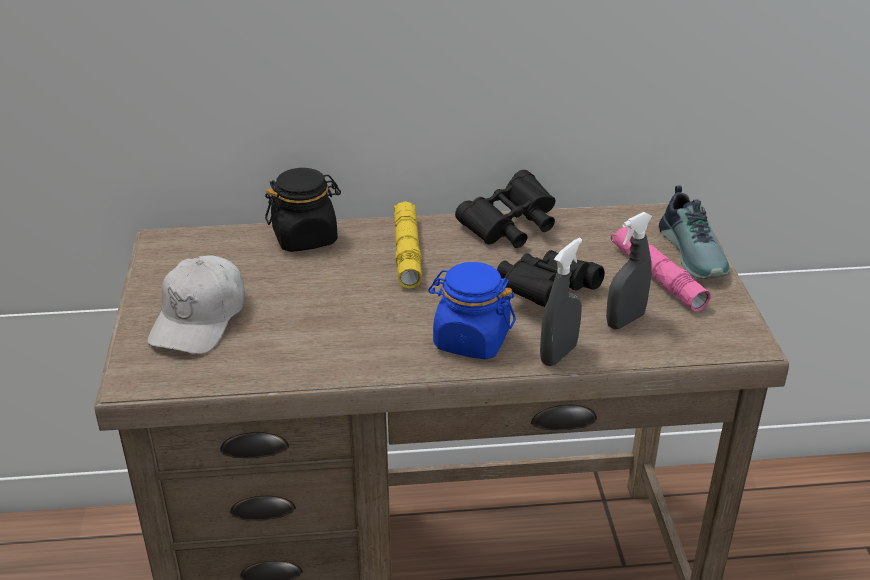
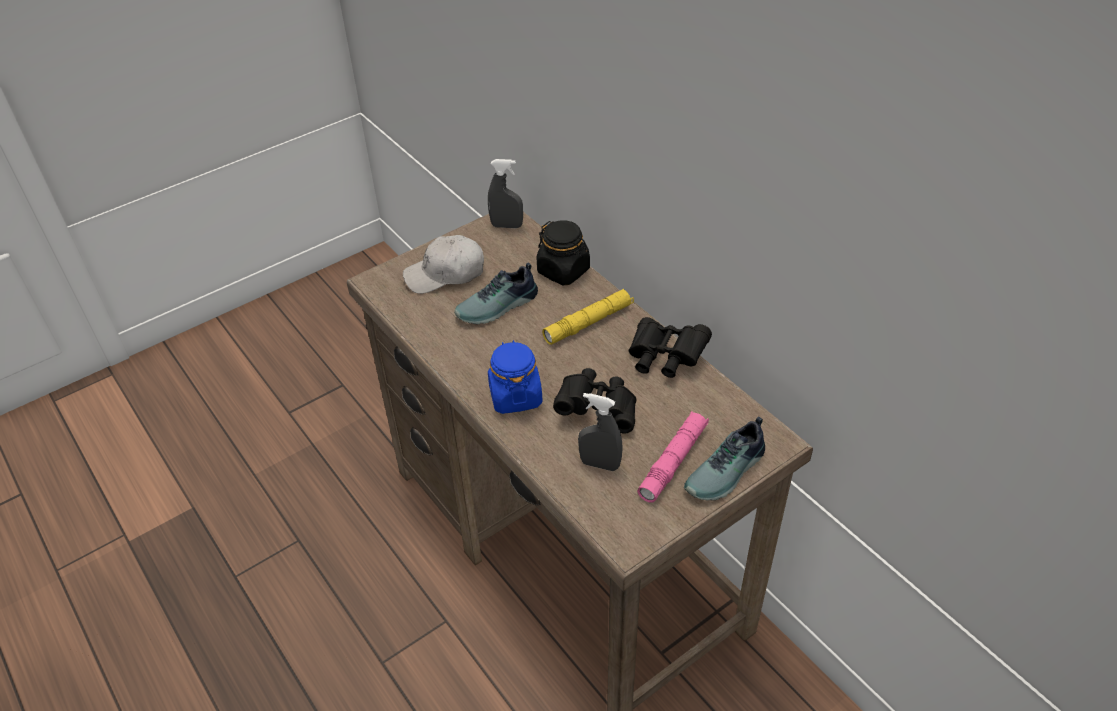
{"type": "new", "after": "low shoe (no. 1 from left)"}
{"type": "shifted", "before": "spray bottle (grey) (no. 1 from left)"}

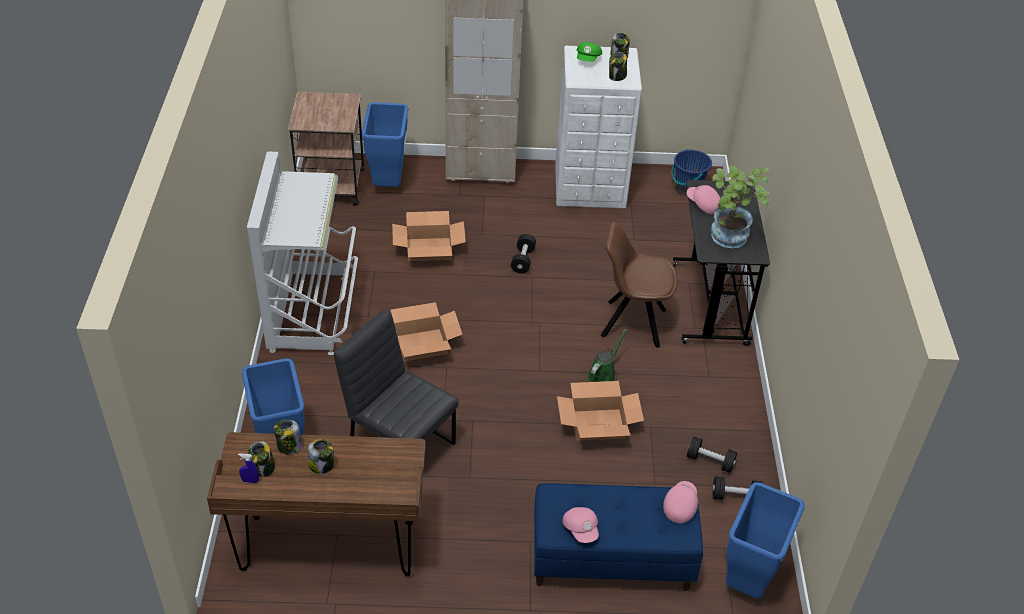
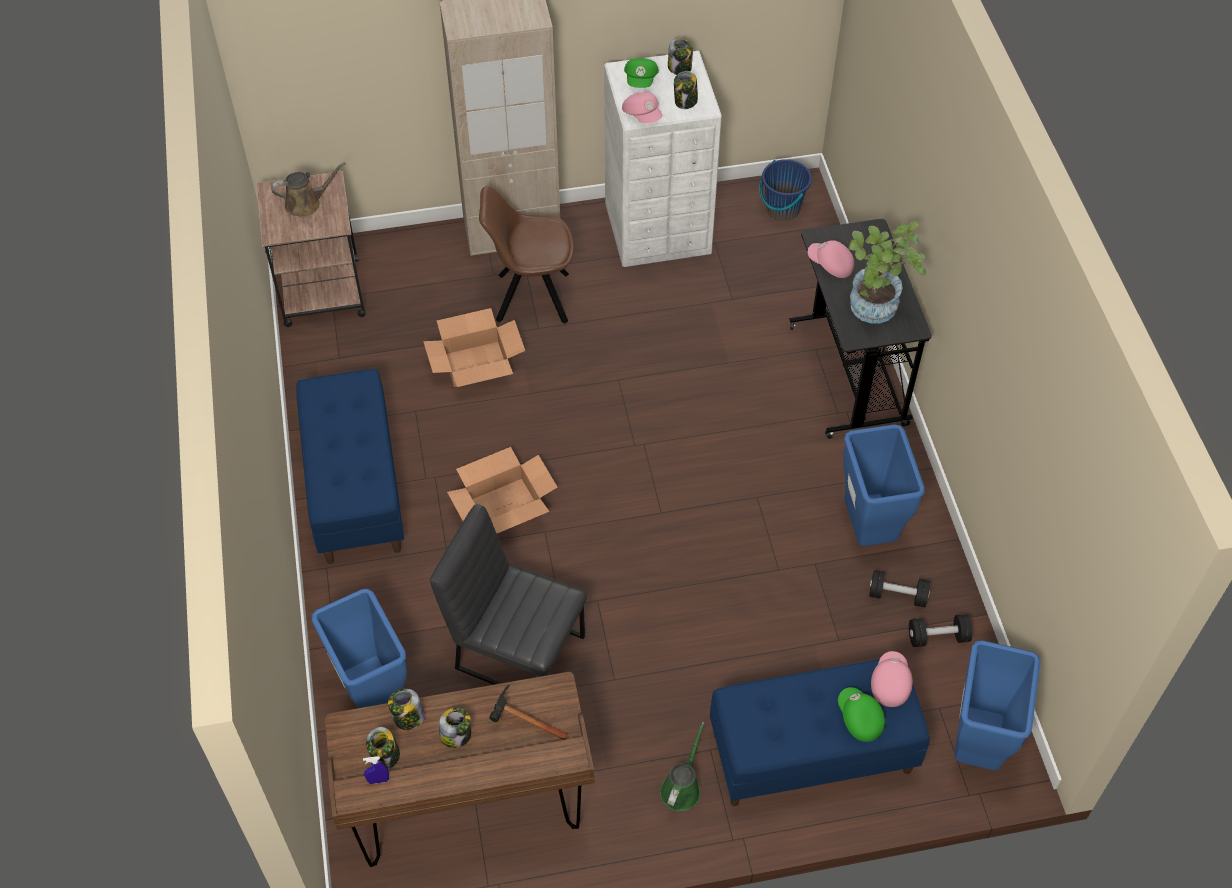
{"type": "new", "after": "watering can (brownish)"}
{"type": "swapped", "before": "shoe shelf (white-coloured)", "after": "bench (blue-coloured) (no. 1 from left)"}
{"type": "shifted", "before": "chair (brownish)"}
{"type": "new", "after": "hammer"}
{"type": "shifted", "before": "baseball cap (pink-coloured) (no. 1 from left)"}
{"type": "shifted", "before": "watering can (green)"}
{"type": "new", "after": "baseball cap (green) (no. 2 from left)"}
{"type": "shifted", "before": "trash can (blue-coloured) (no. 2 from left)"}
{"type": "gone", "before": "hand weight (blackish) (no. 1 from left)"}
{"type": "gone", "before": "cardboard box (no. 3 from left)"}

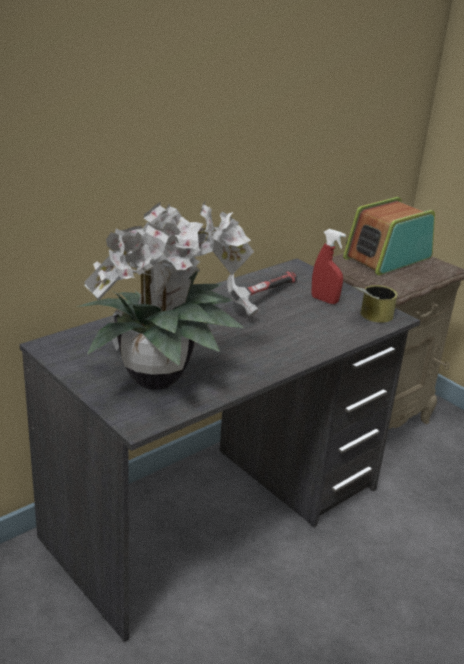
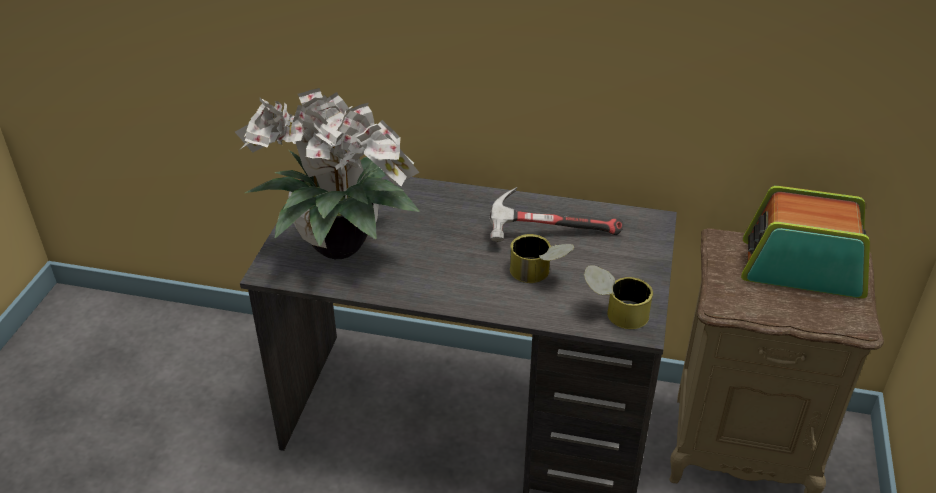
{"type": "new", "after": "metal can (no. 1 from left)"}
{"type": "gone", "before": "spray bottle (reddish)"}

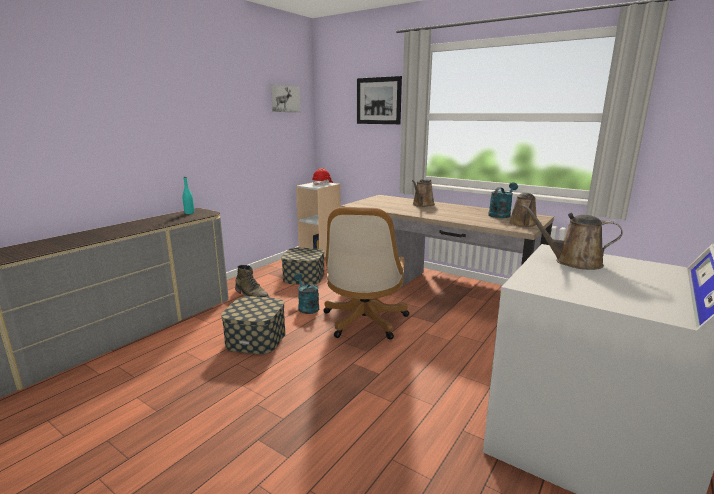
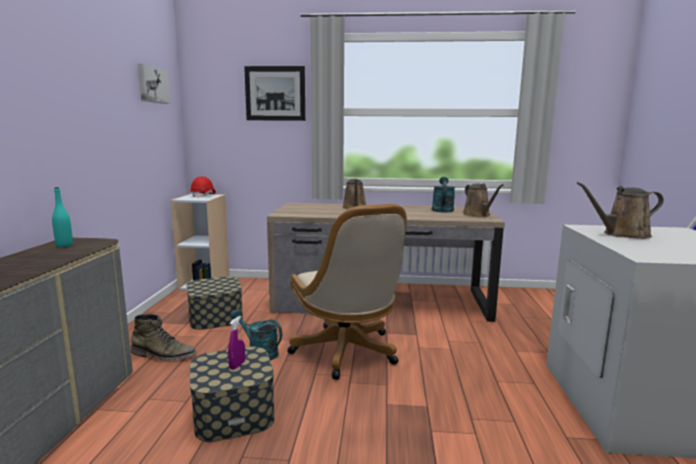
{"type": "new", "after": "spray bottle (purple-coloured)"}

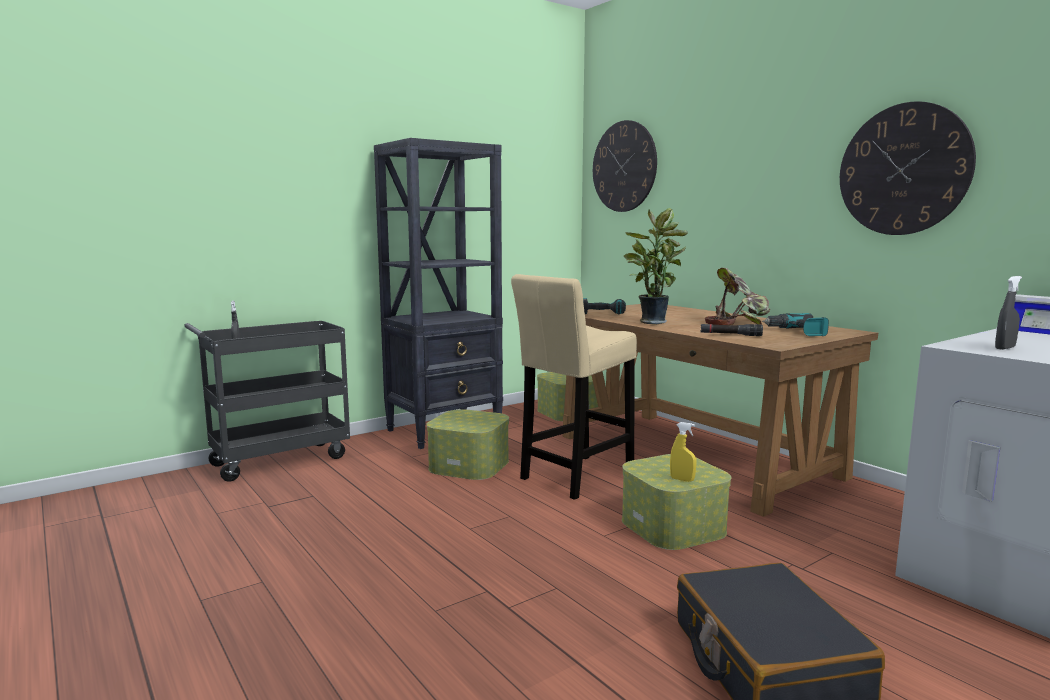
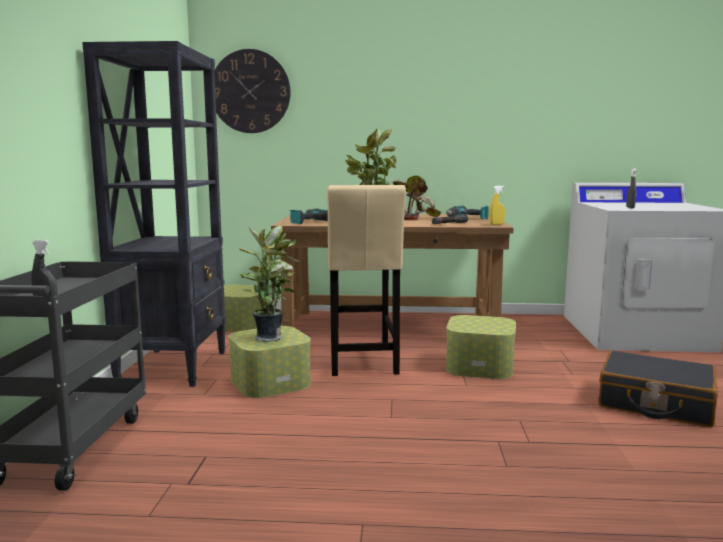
{"type": "new", "after": "plant in a pot (no. 1 from left)"}
{"type": "shifted", "before": "spray bottle (yellow)"}
{"type": "gone", "before": "wall clock (no. 2 from left)"}

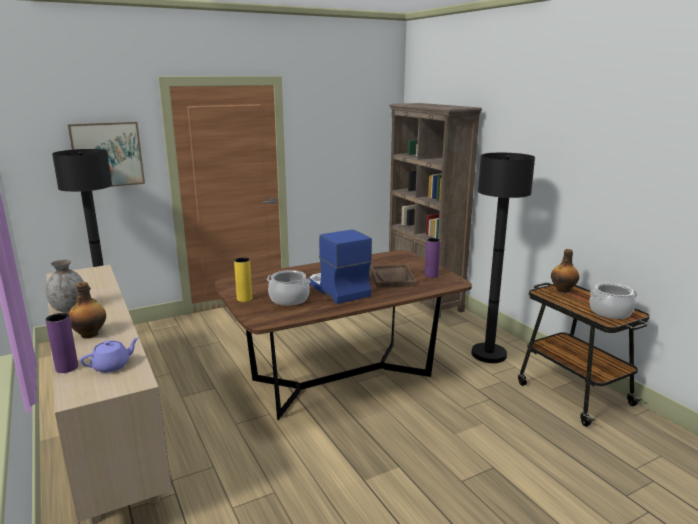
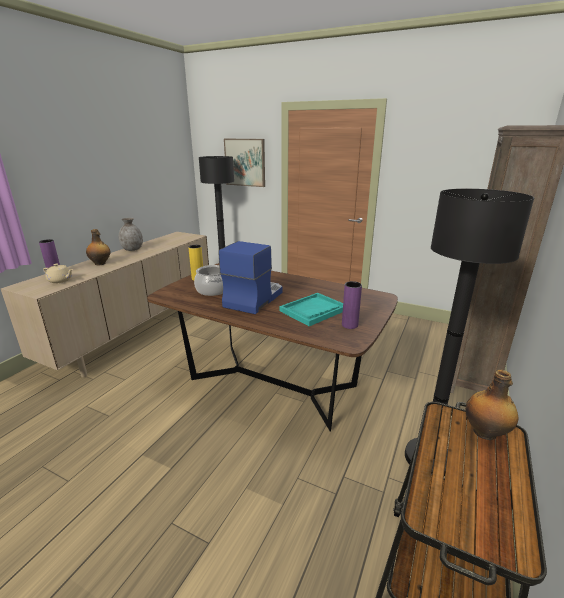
{"type": "repainted", "before": "teapot (purple-coloured)", "after": "teapot (sand-coloured)"}
{"type": "repainted", "before": "serving tray (brownish)", "after": "serving tray (turquoise)"}
{"type": "gone", "before": "saucepot (no. 2 from left)"}

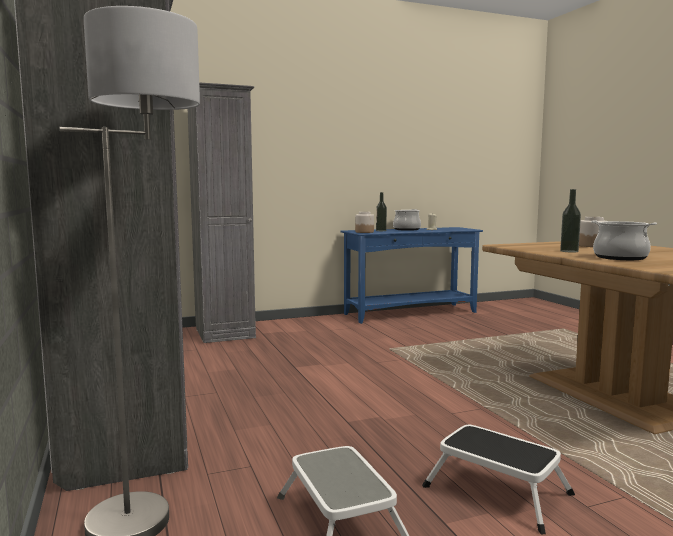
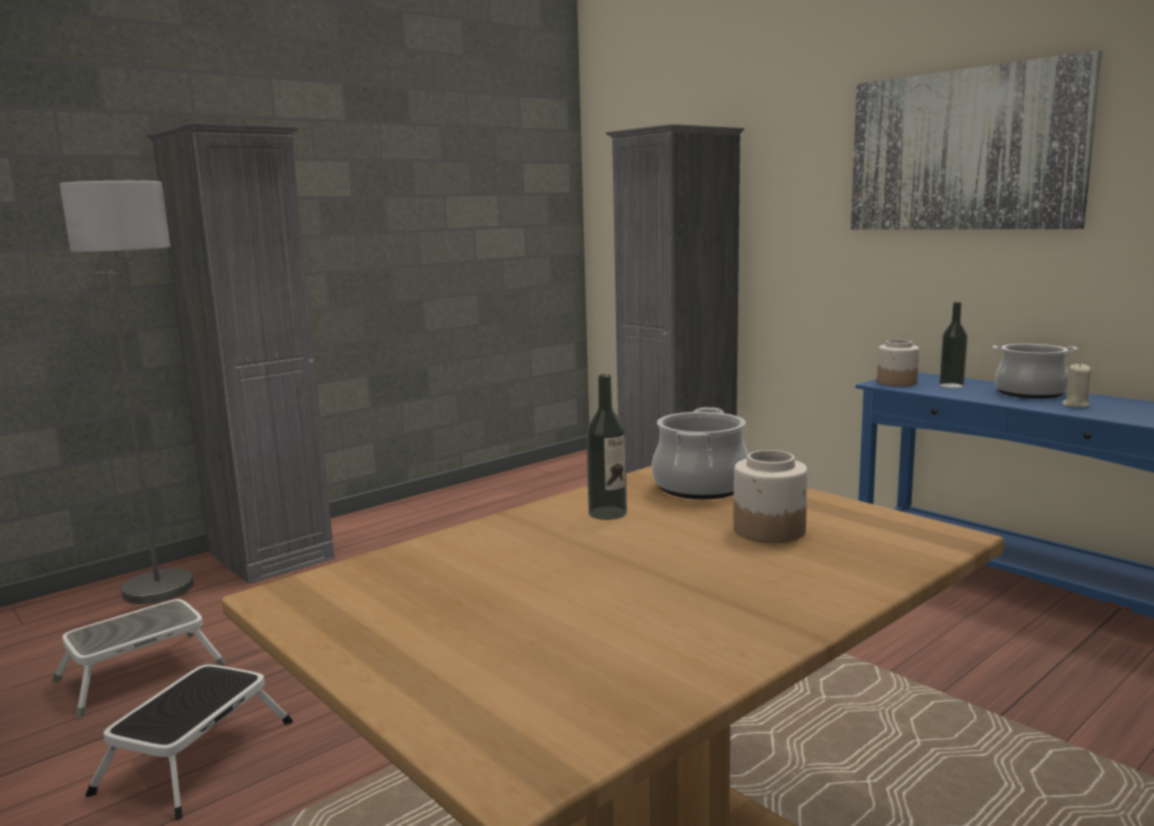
{"type": "shifted", "before": "saucepot (no. 2 from left in the first image)", "after": "saucepot (no. 1 from left)"}
{"type": "new", "after": "wall picture"}

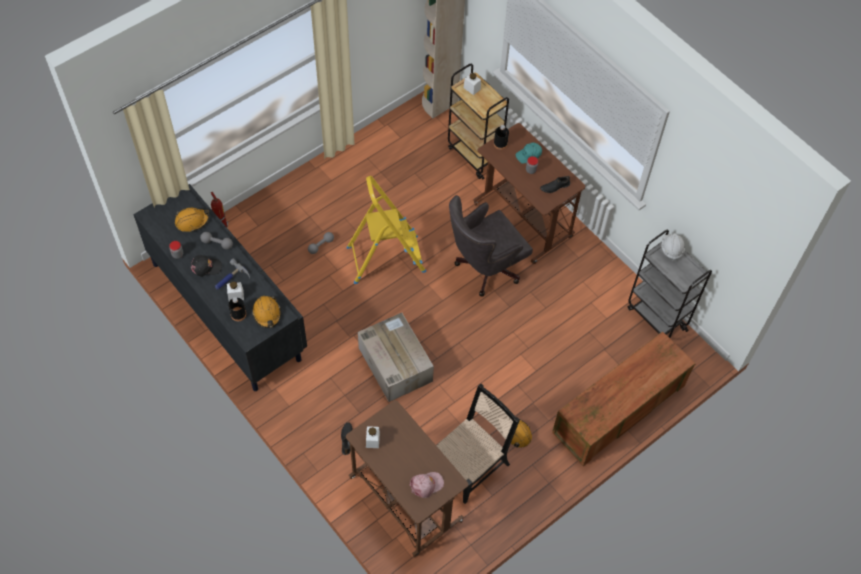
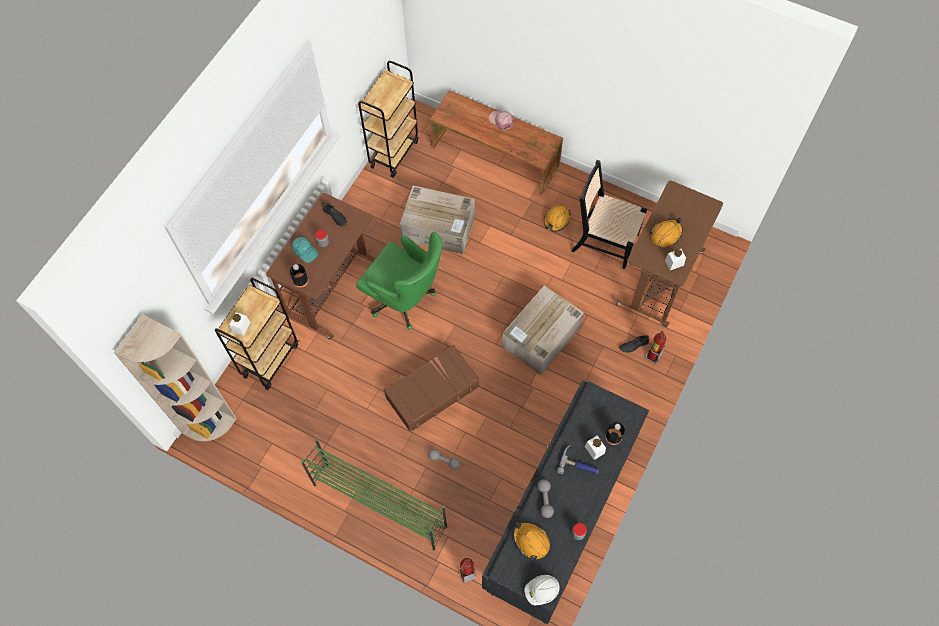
{"type": "new", "after": "shoe shelf (green)"}
{"type": "repainted", "before": "computer chair (grey)", "after": "computer chair (green)"}
{"type": "repainted", "before": "cart (grey)", "after": "cart (brownish) (no. 2 from left)"}
{"type": "swapped", "before": "stepladder (yellow)", "after": "piece of luggage (brownish)"}
{"type": "new", "after": "cardboard box (no. 1 from left)"}
{"type": "shifted", "before": "baseball cap (pink-coloured)"}
{"type": "shifted", "before": "work helmet (white-coloured)"}
{"type": "new", "after": "extinguisher (no. 2 from left)"}
{"type": "shifted", "before": "work helmet (orange) (no. 2 from left in the first image)", "after": "work helmet (orange) (no. 3 from left)"}
{"type": "gone", "before": "baseball cap (blackish)"}

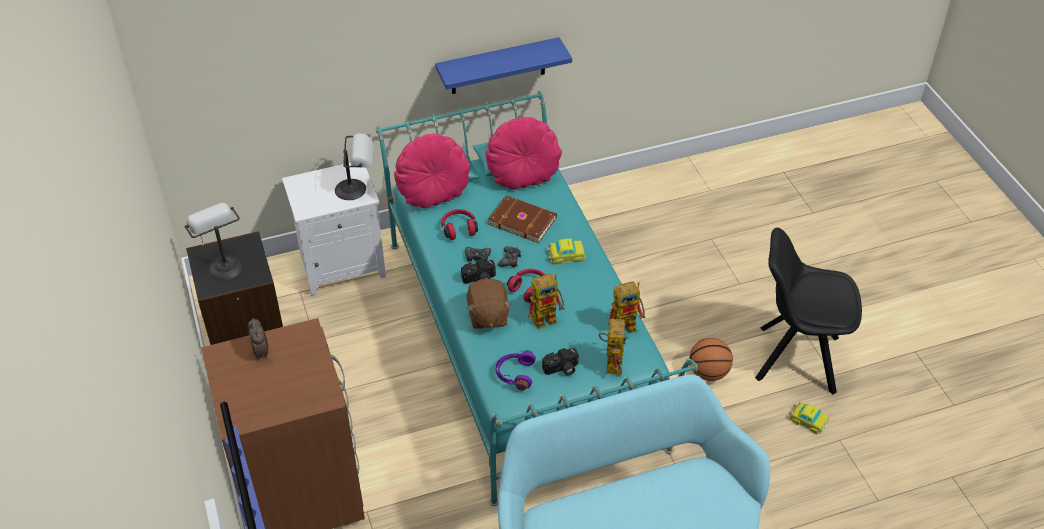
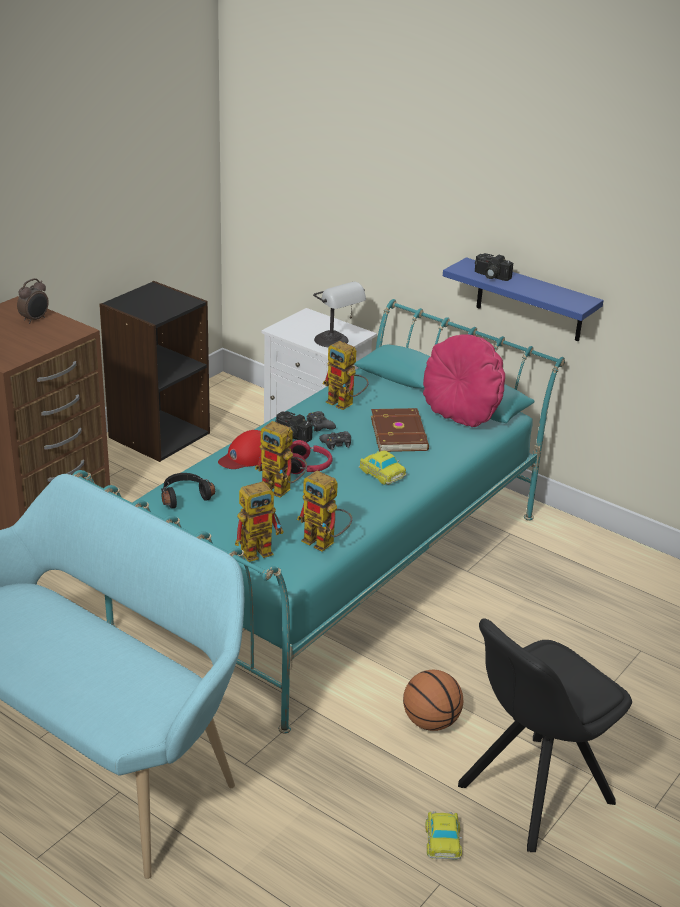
{"type": "repainted", "before": "pair of headphones (purple-coloured)", "after": "pair of headphones (blackish)"}
{"type": "swapped", "before": "cuddly toy (brownish)", "after": "baseball cap (reddish)"}
{"type": "swapped", "before": "pair of headphones (reddish) (no. 1 from left)", "after": "robot figure (no. 4 from left)"}
{"type": "rotated", "before": "chair (blackish)", "turn": -105}
{"type": "shifted", "before": "photo camera (no. 2 from left)"}
{"type": "gone", "before": "table lamp (no. 1 from left)"}
{"type": "gone", "before": "throw pillow (pink-coloured) (no. 1 from left)"}

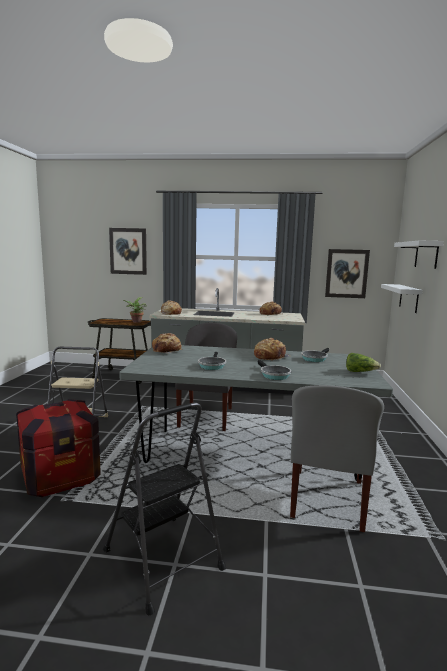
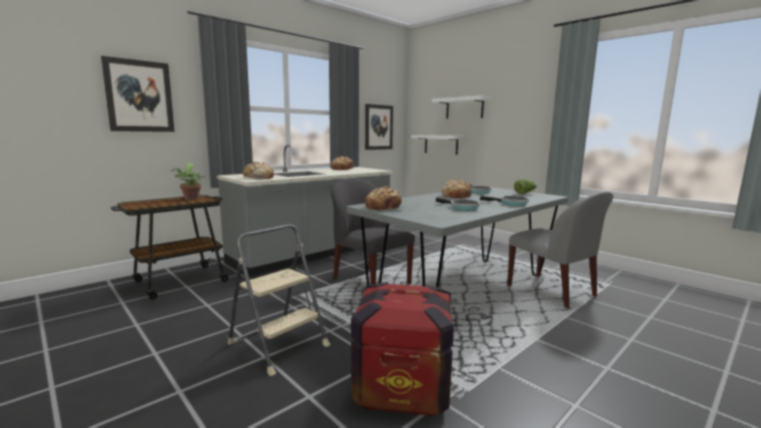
{"type": "gone", "before": "stepladder (blackish)"}

